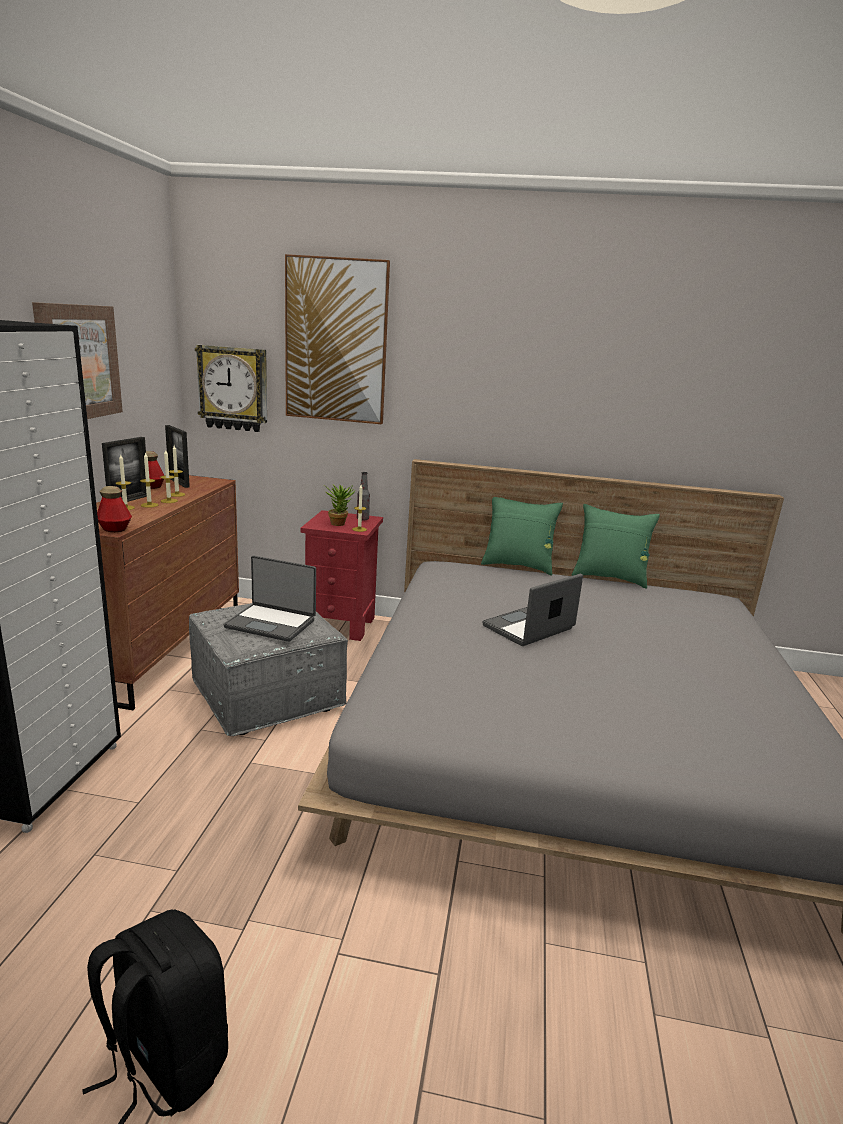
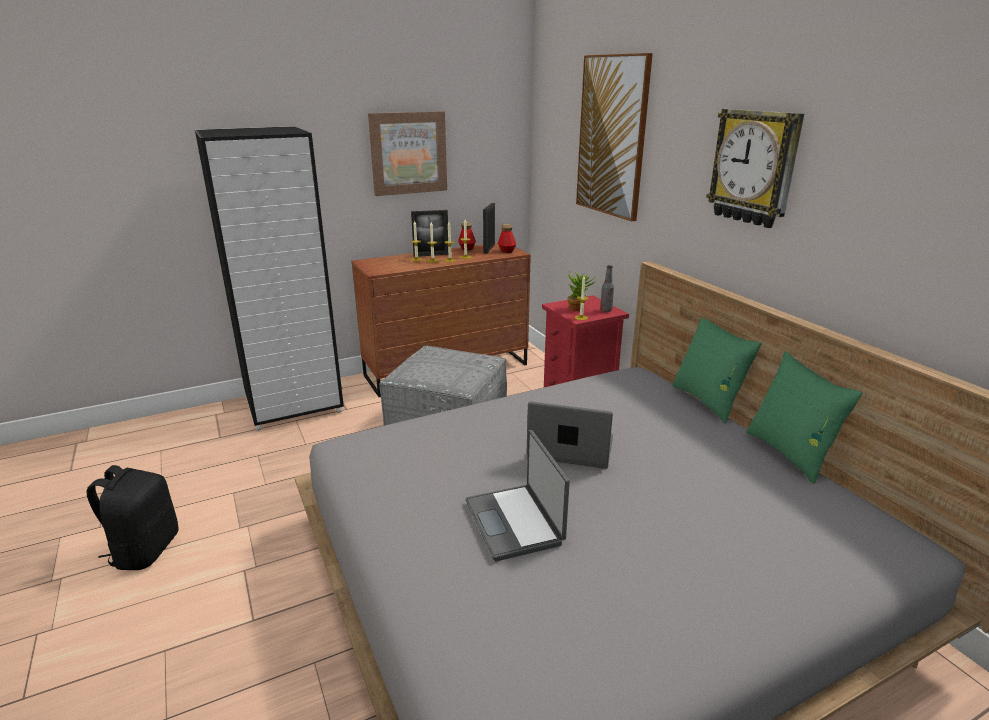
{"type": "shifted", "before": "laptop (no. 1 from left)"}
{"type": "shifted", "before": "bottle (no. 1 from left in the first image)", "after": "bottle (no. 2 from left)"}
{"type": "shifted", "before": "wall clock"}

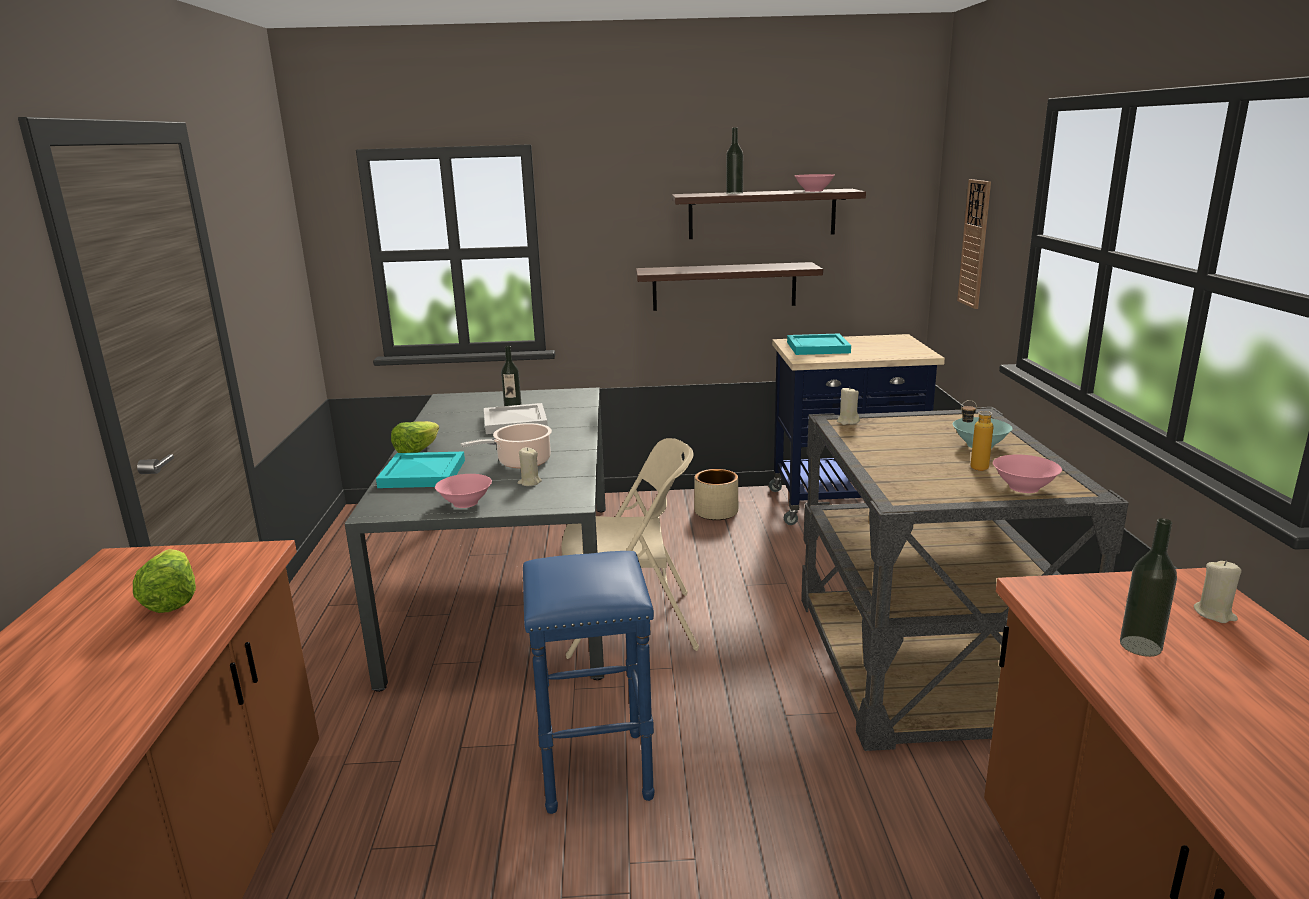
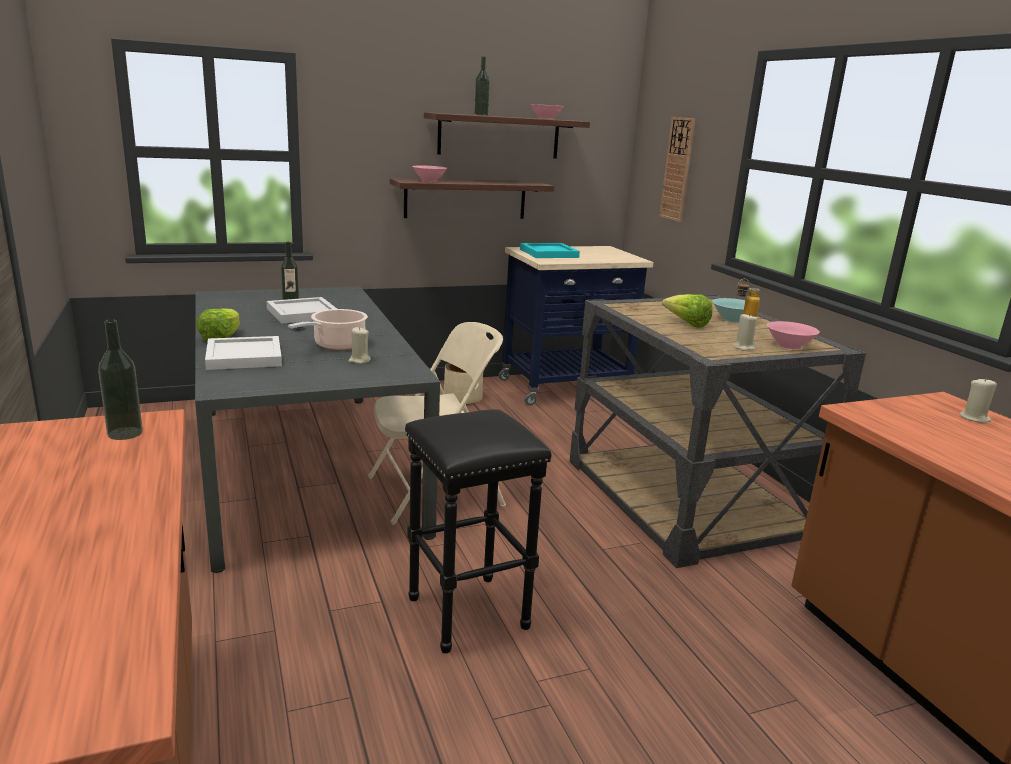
{"type": "shifted", "before": "bottle (no. 4 from left in the first image)", "after": "bottle (no. 1 from left)"}
{"type": "repainted", "before": "serving tray (turquoise) (no. 1 from left)", "after": "serving tray (white-coloured) (no. 1 from left)"}
{"type": "repainted", "before": "sitting stool (blue-coloured)", "after": "sitting stool (blackish)"}
{"type": "shifted", "before": "deep dish (pink-coloured) (no. 1 from left)"}
{"type": "shifted", "before": "lettuce head (no. 1 from left in the first image)", "after": "lettuce head (no. 2 from left)"}
{"type": "shifted", "before": "wax light (sand-coloured) (no. 2 from left)"}

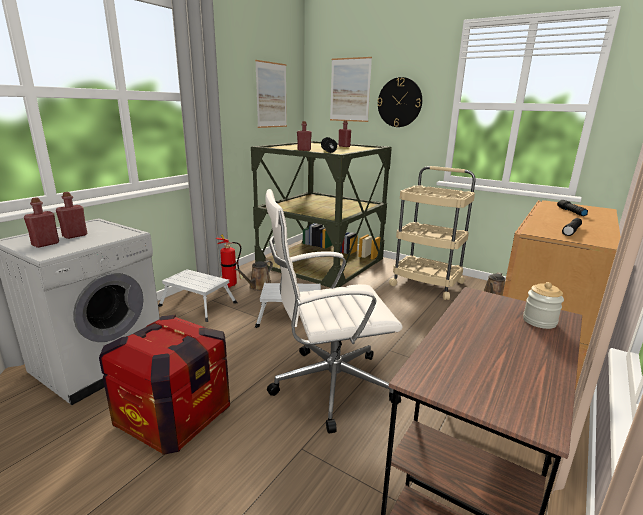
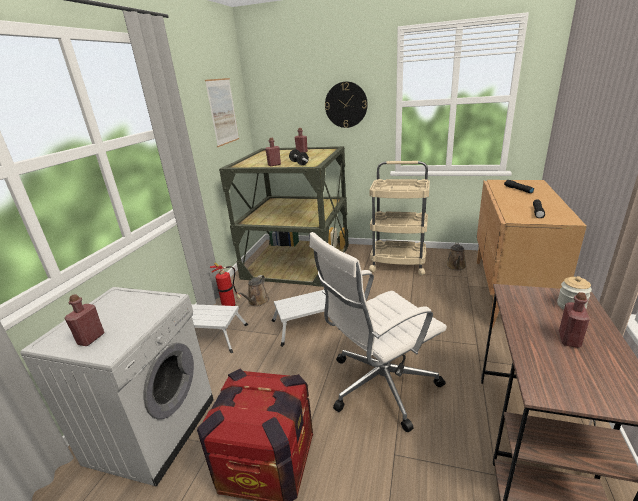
{"type": "shifted", "before": "bottle (reddish) (no. 2 from left in the first image)", "after": "bottle (reddish) (no. 4 from left)"}
{"type": "gone", "before": "wall picture (no. 2 from left)"}

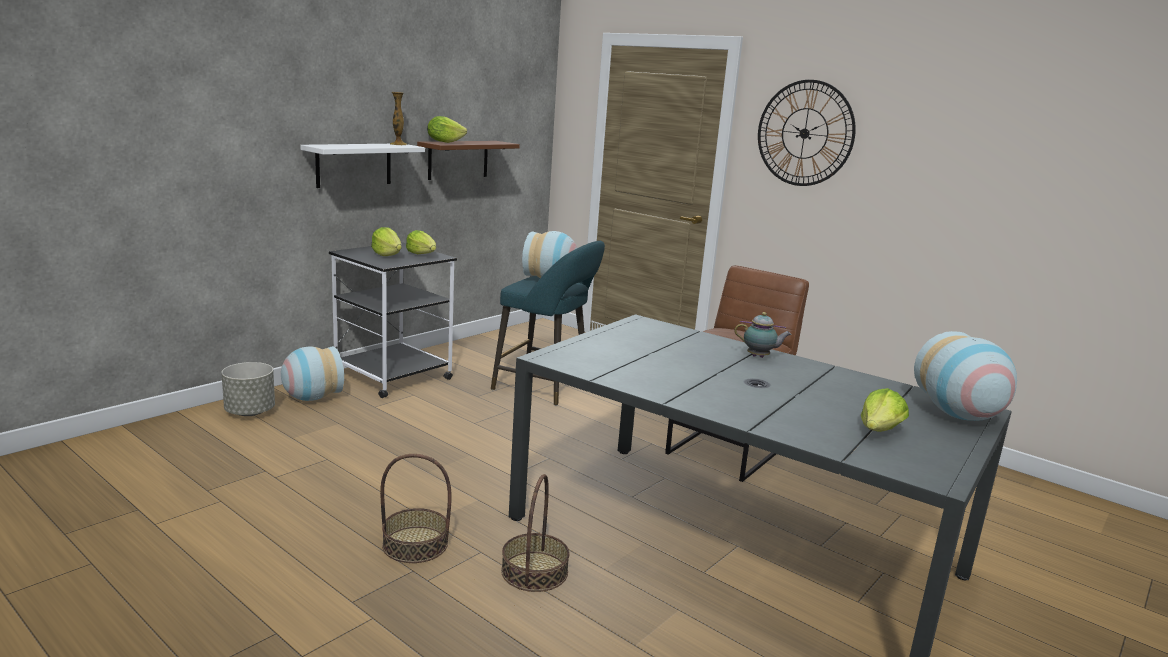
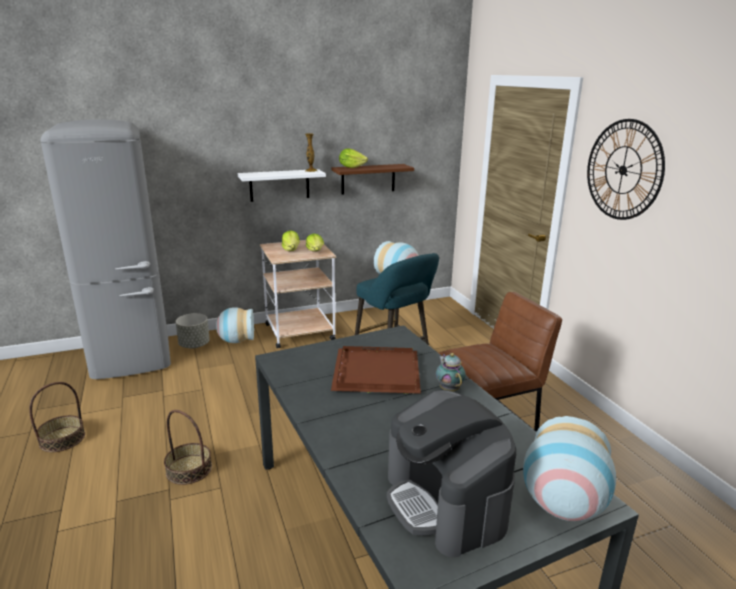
{"type": "shifted", "before": "storage basket (no. 2 from left in the first image)", "after": "storage basket (no. 1 from left)"}
{"type": "new", "after": "kitchen fridge (grey)"}
{"type": "repainted", "before": "cart (blackish)", "after": "cart (sand-coloured)"}
{"type": "new", "after": "serving tray (brownish)"}
{"type": "swapped", "before": "lettuce head (no. 4 from left)", "after": "coffee maker"}
{"type": "rotated", "before": "teapot", "turn": -150}

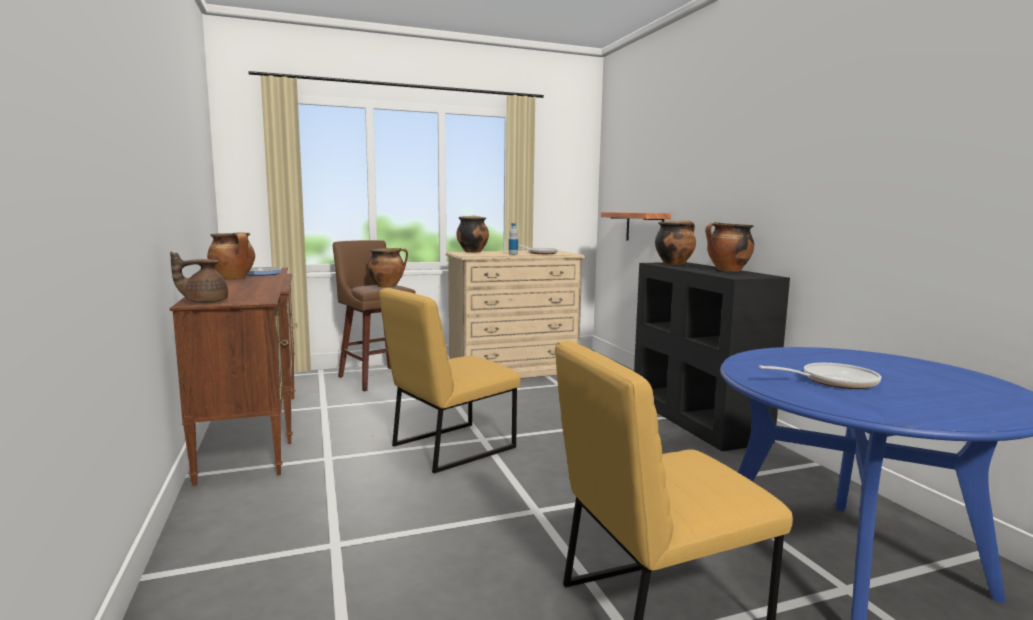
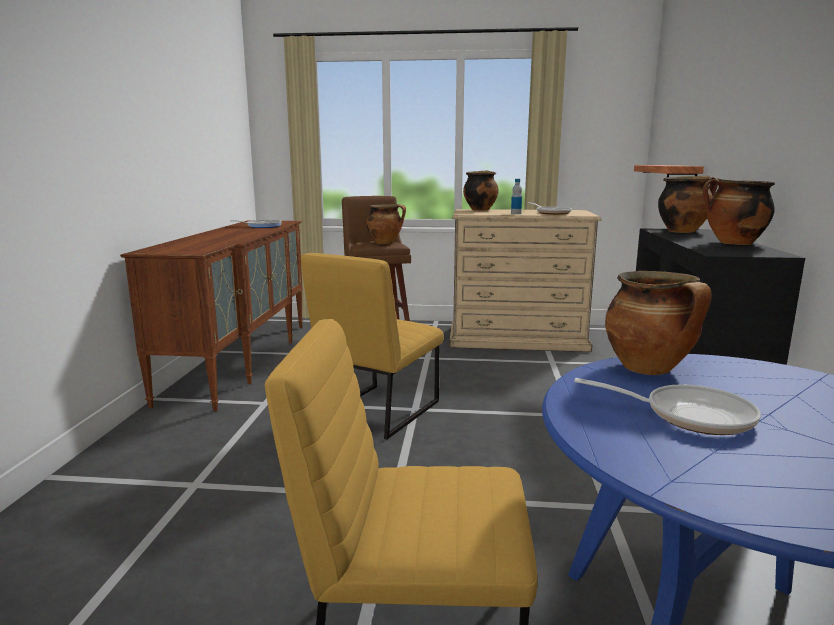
{"type": "rotated", "before": "chair (yellow) (no. 1 from left)", "turn": -45}
{"type": "shifted", "before": "saucepot (no. 1 from left in the first image)", "after": "saucepot (no. 3 from left)"}
{"type": "gone", "before": "teapot (brownish)"}

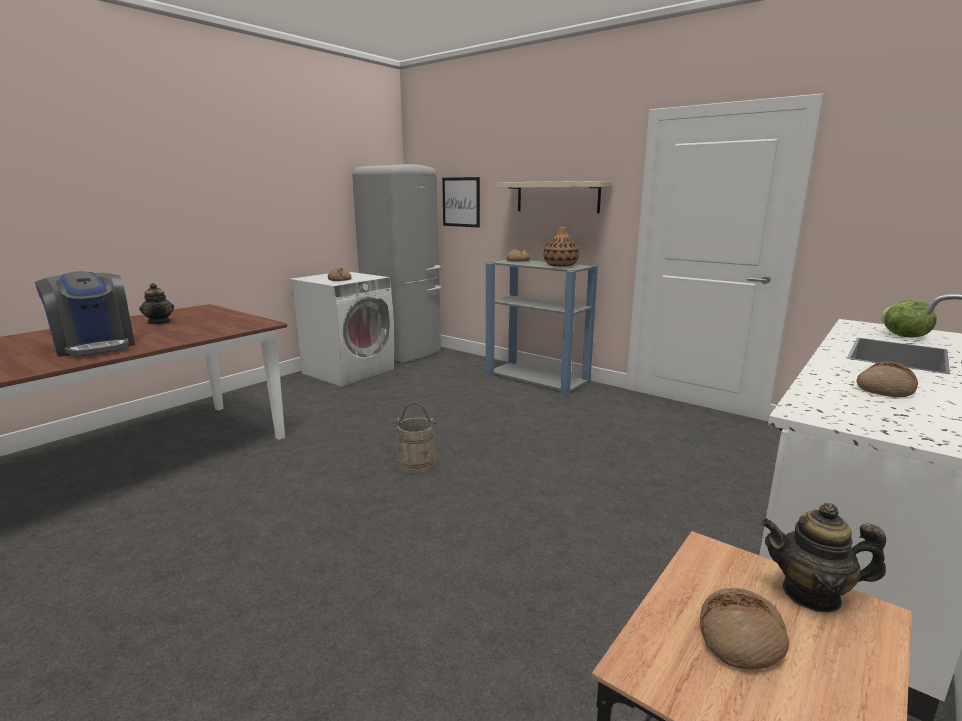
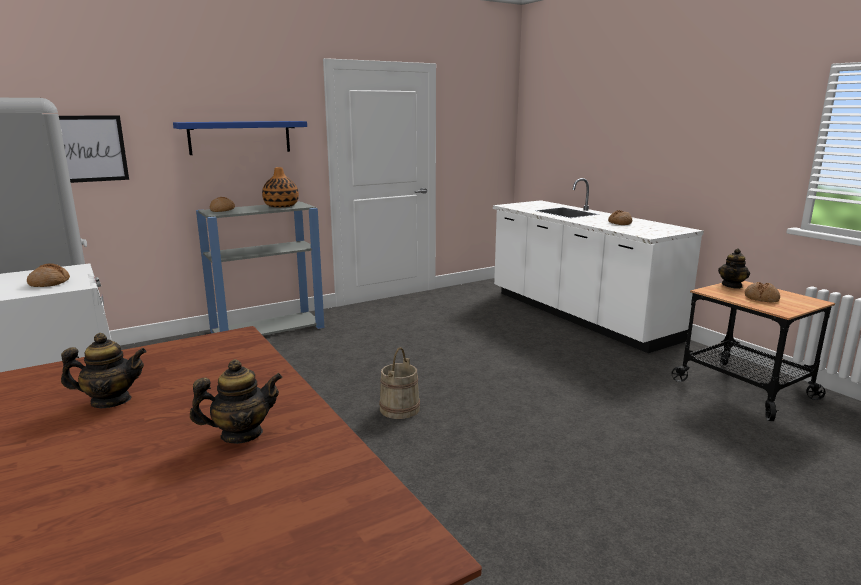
{"type": "repainted", "before": "bracket shelf (sand-coloured)", "after": "bracket shelf (blue-coloured)"}
{"type": "swapped", "before": "coffee maker", "after": "teapot (no. 2 from left)"}
{"type": "gone", "before": "lettuce head"}

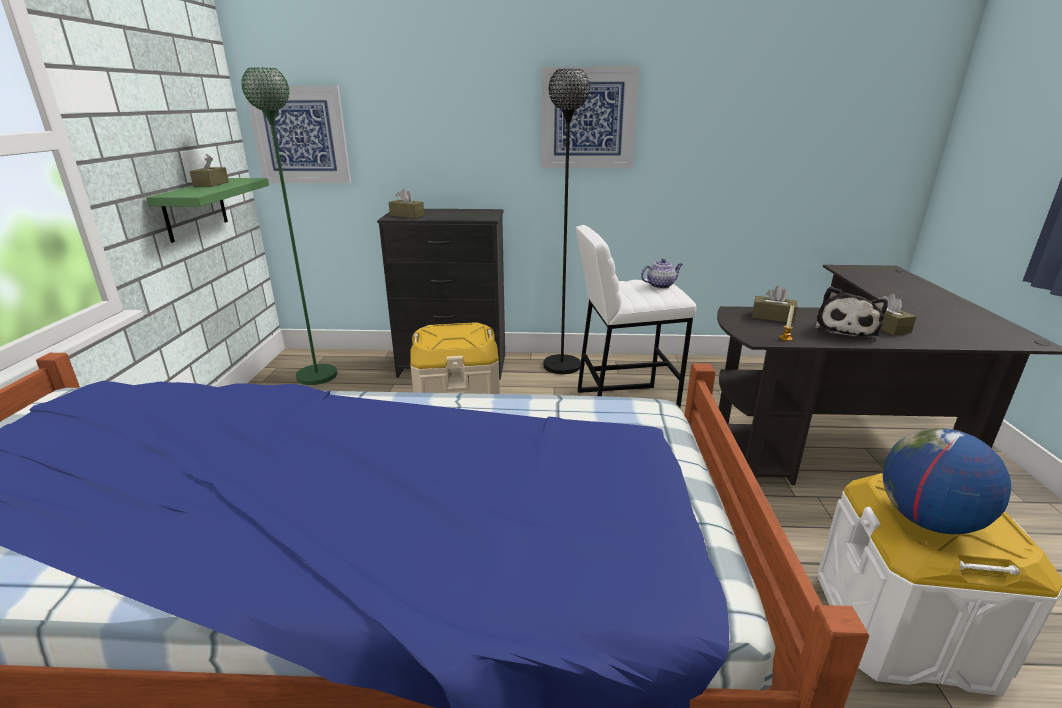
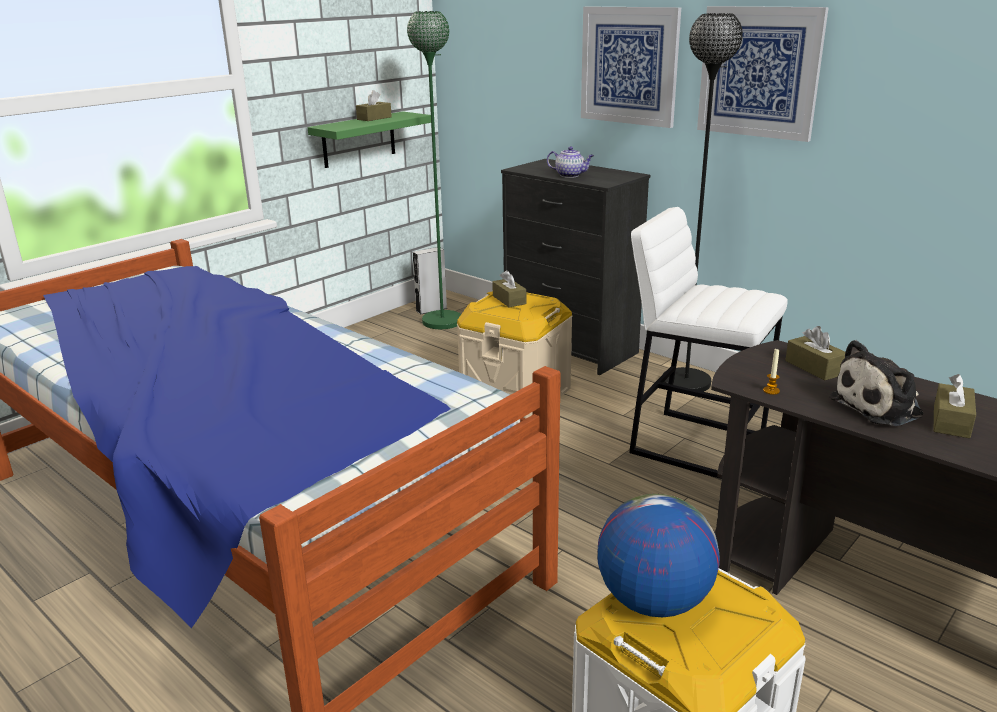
{"type": "new", "after": "loudspeaker (grey)"}
{"type": "shifted", "before": "box of tissues (brownish) (no. 2 from left)"}
{"type": "shifted", "before": "teapot"}
{"type": "shifted", "before": "wall picture (no. 1 from left)"}

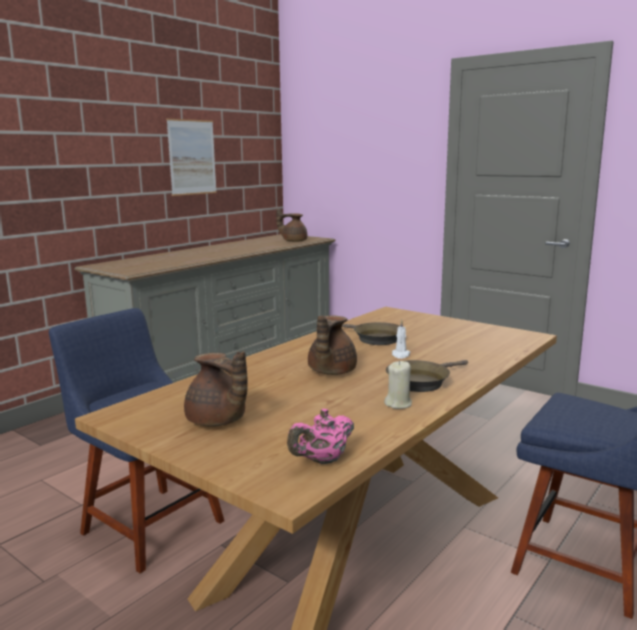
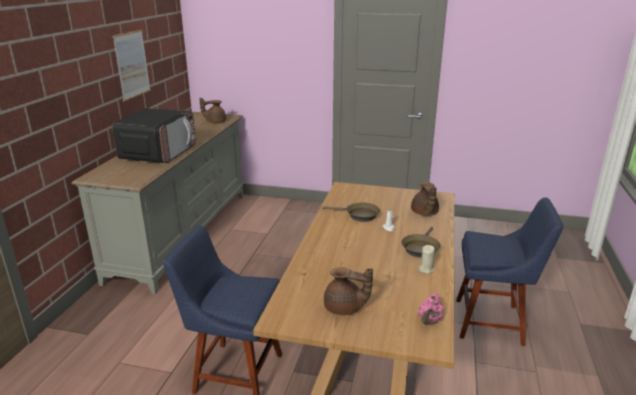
{"type": "new", "after": "kitchen microwave"}
{"type": "shifted", "before": "teapot (brownish) (no. 3 from left)"}

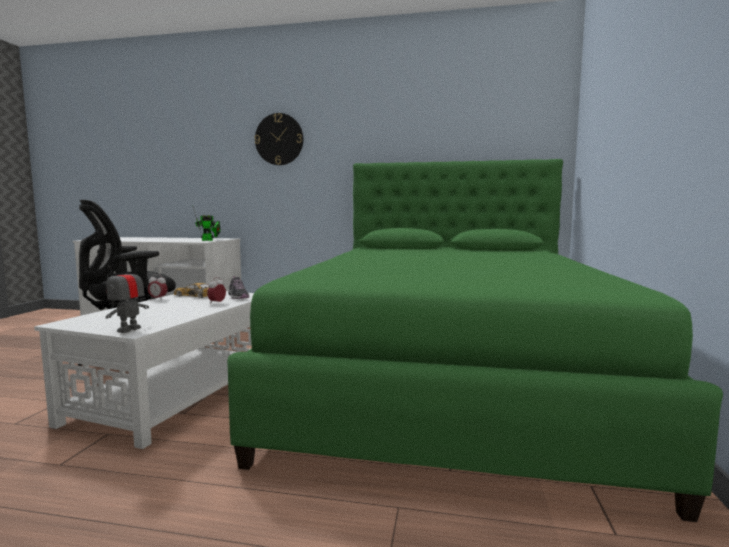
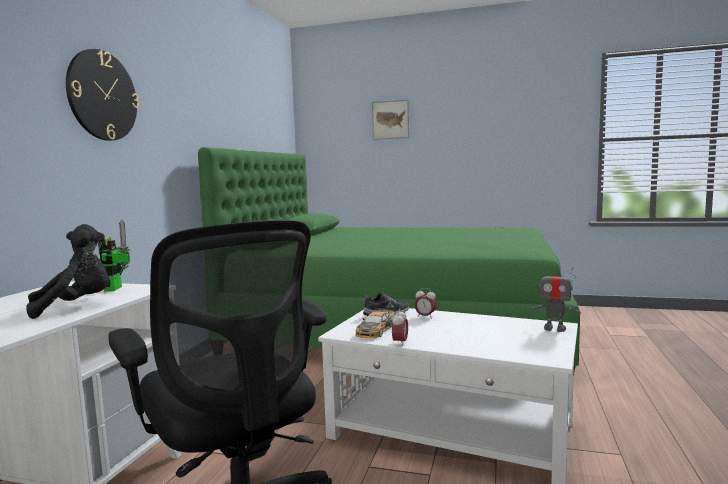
{"type": "new", "after": "cuddly toy (blackish)"}
{"type": "new", "after": "wall picture"}

